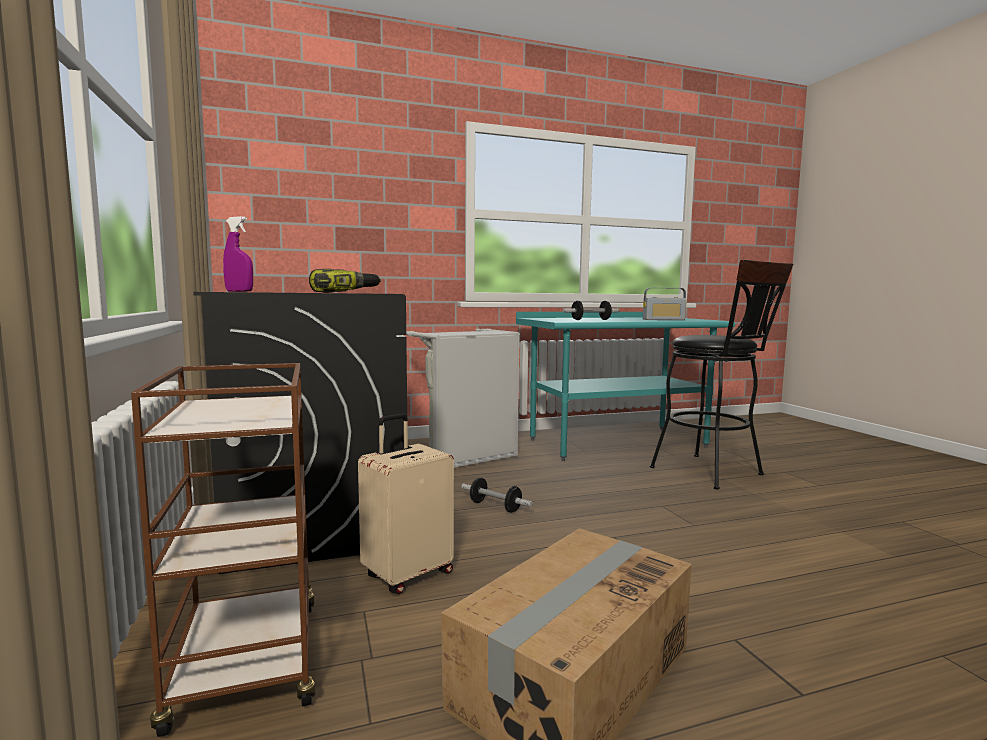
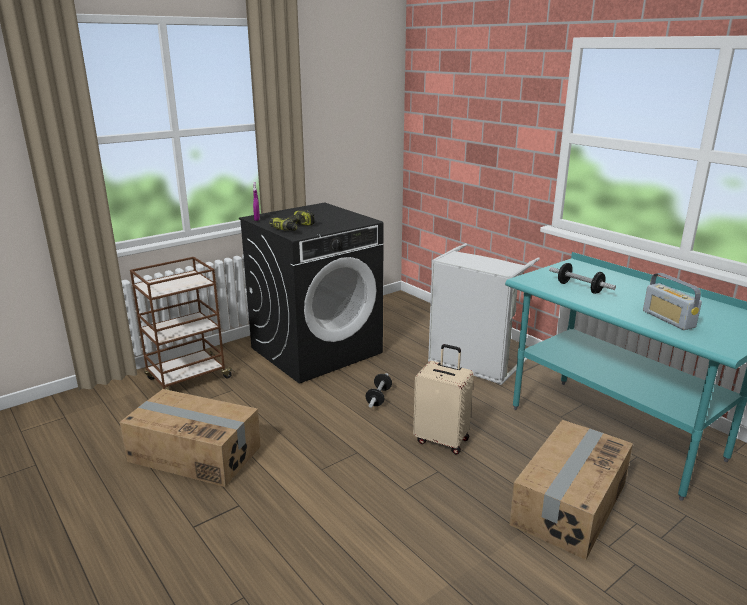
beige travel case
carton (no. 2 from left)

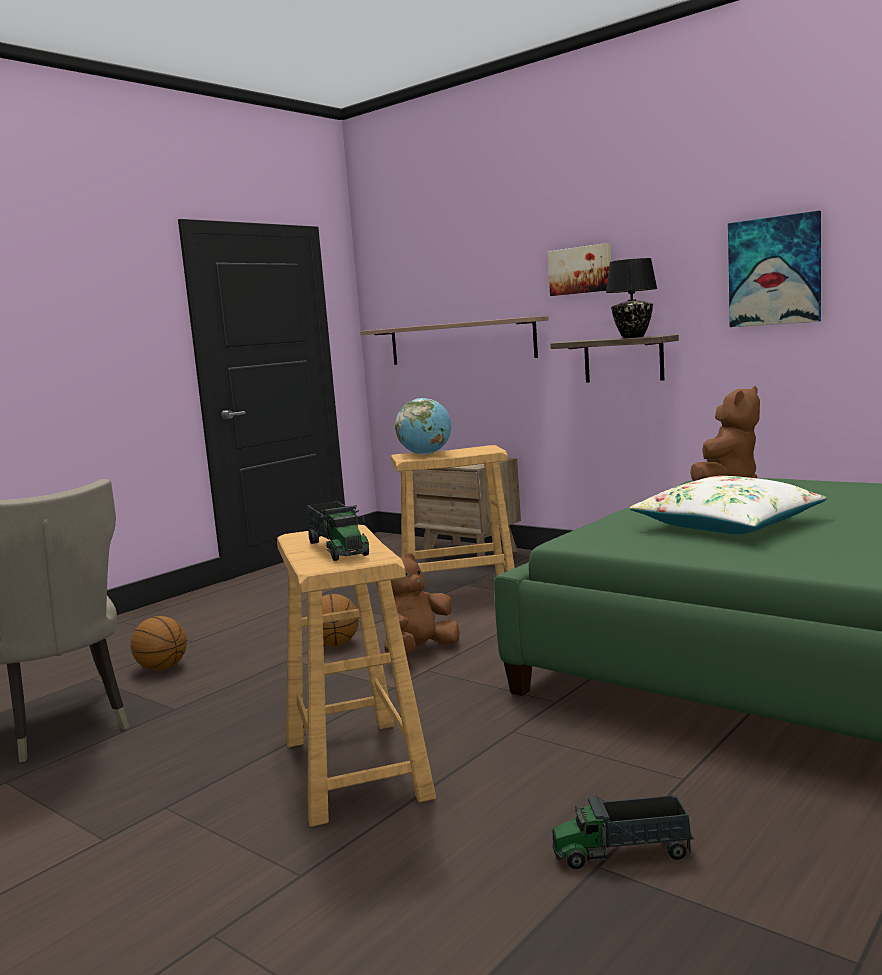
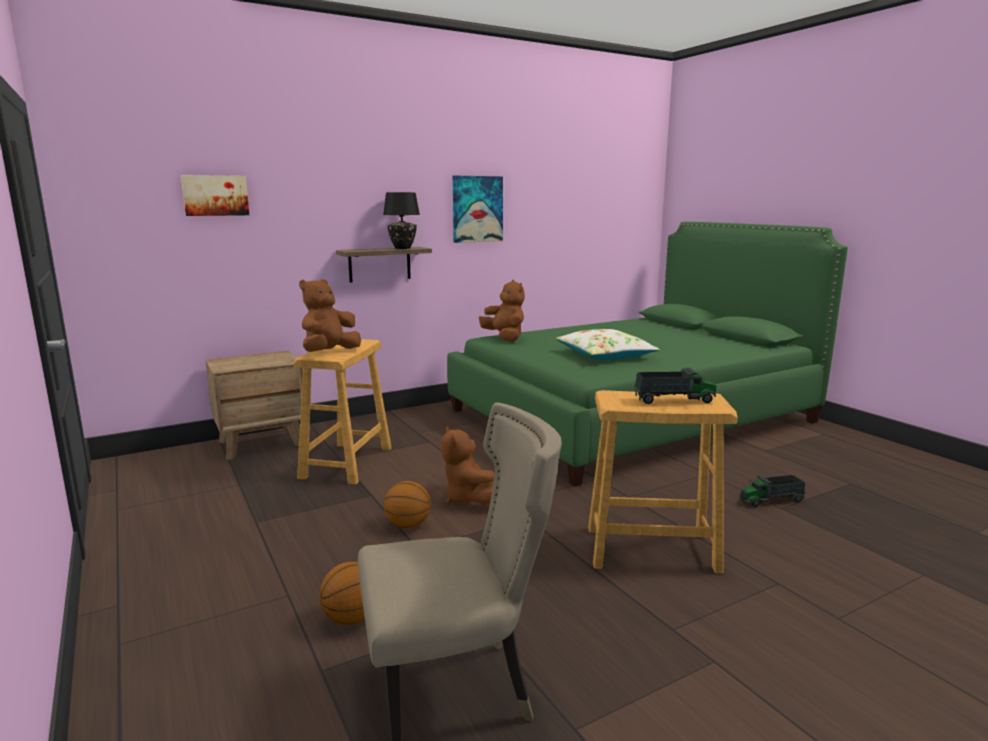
wall shelf (no. 1 from left in the first image)
wall picture (no. 1 from left)
brown cuddly toy (no. 1 from left)
toy truck (no. 2 from left)

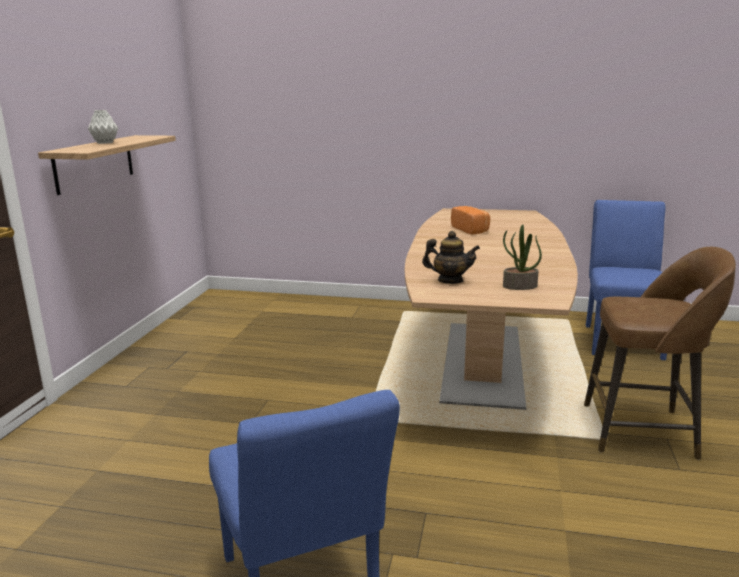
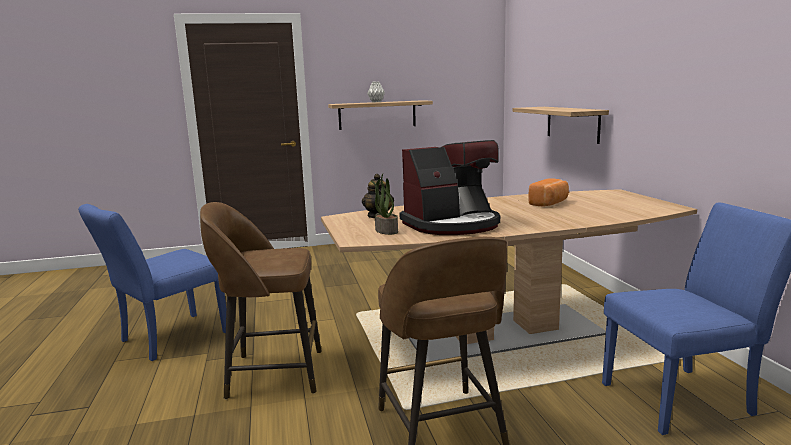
brown stool seat (no. 1 from left)
coffee maker
wall shelf (no. 2 from left)

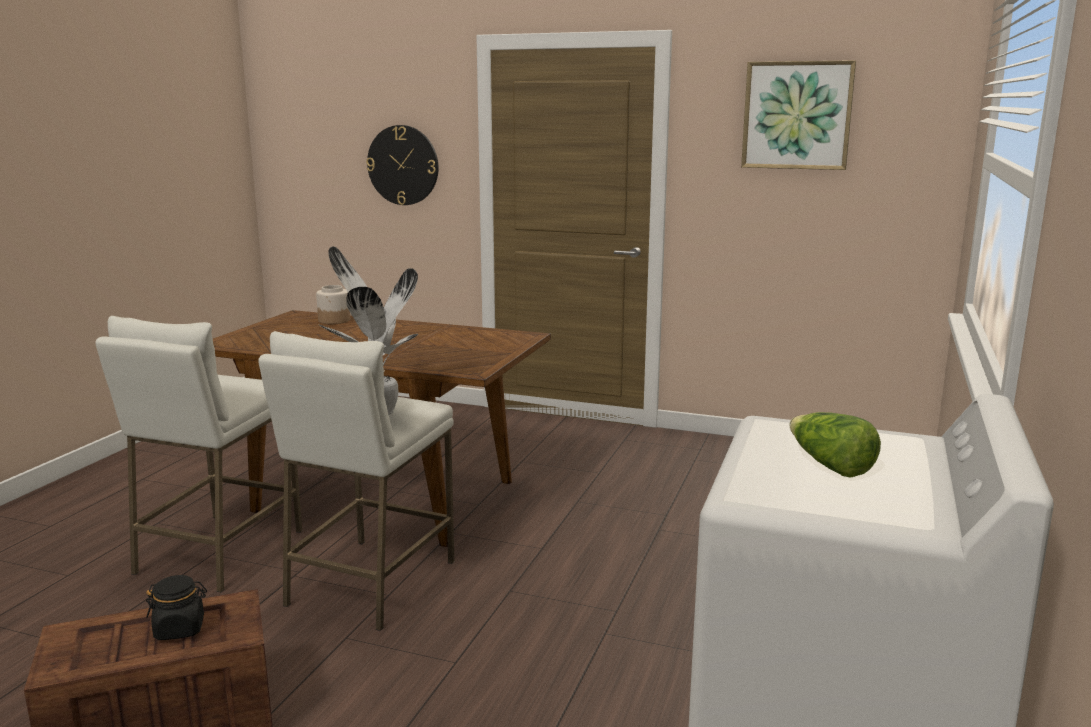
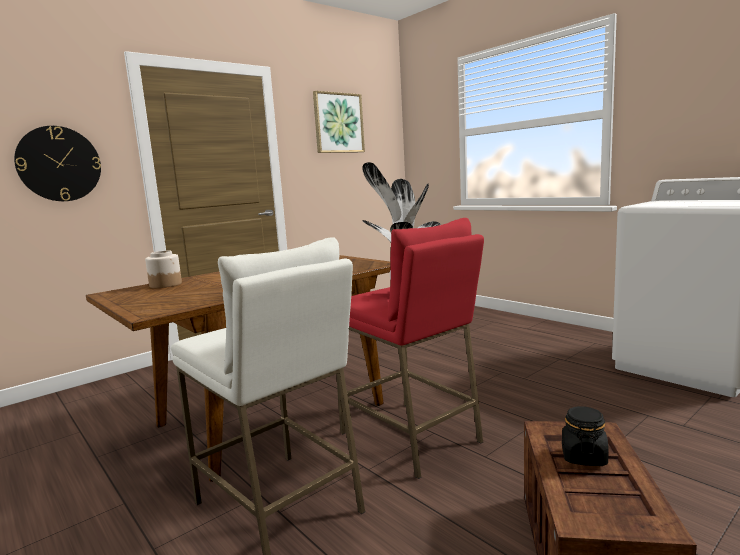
lettuce
reddish stool seat

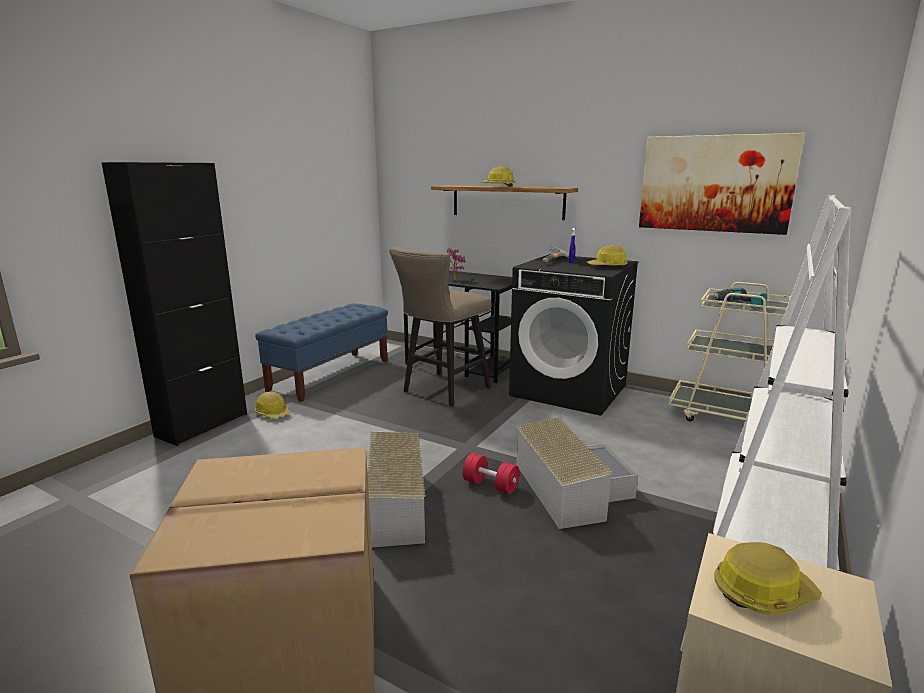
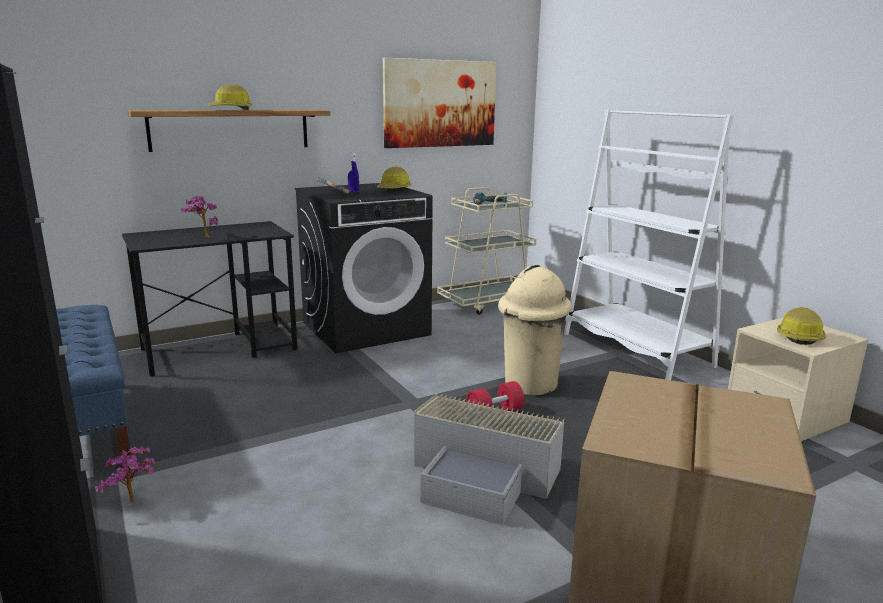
beige stool seat
houseplant (no. 1 from left)
beige rubbish bin

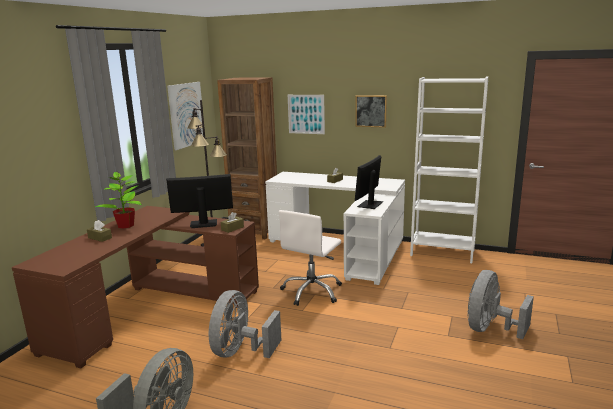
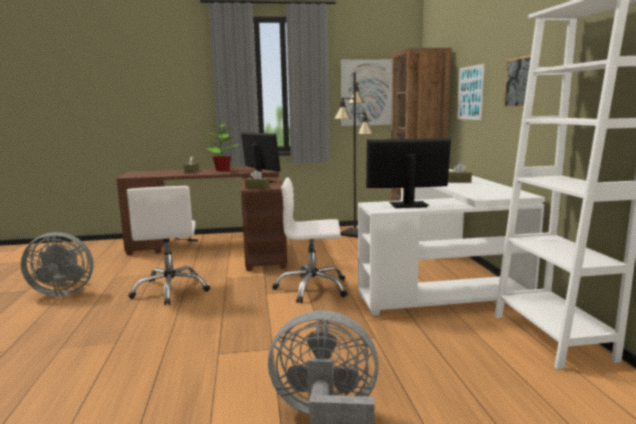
white-coloured desk chair (no. 1 from left)

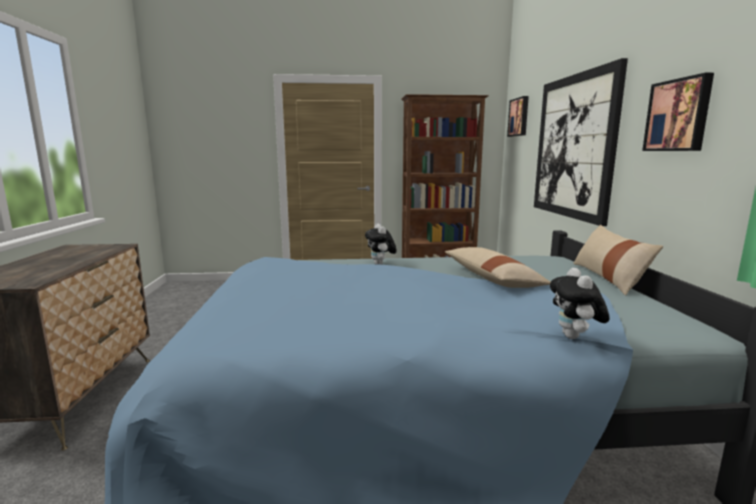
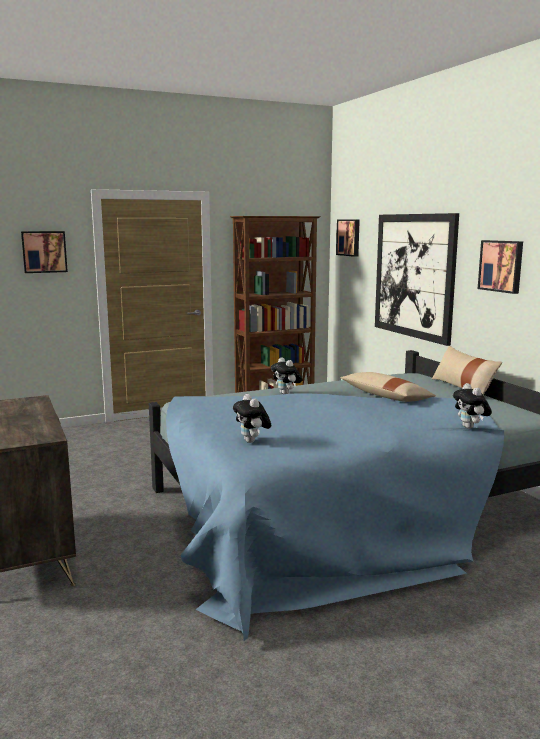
wall picture (no. 1 from left)
cuddly toy (no. 1 from left)

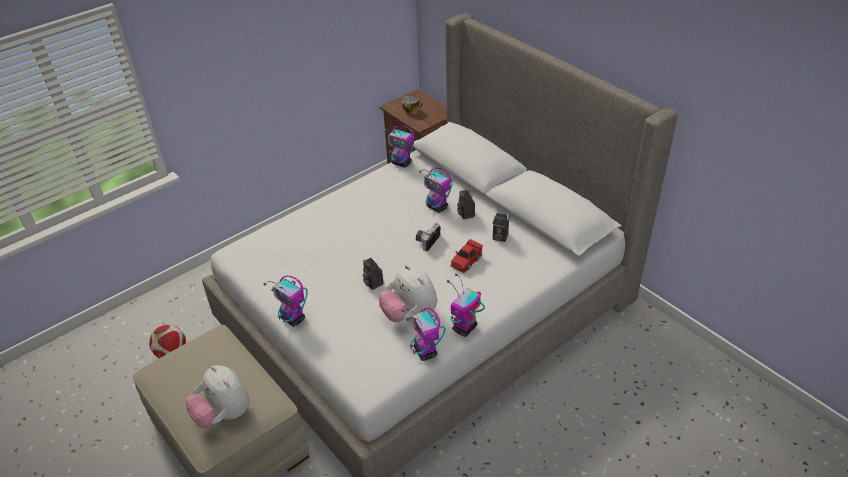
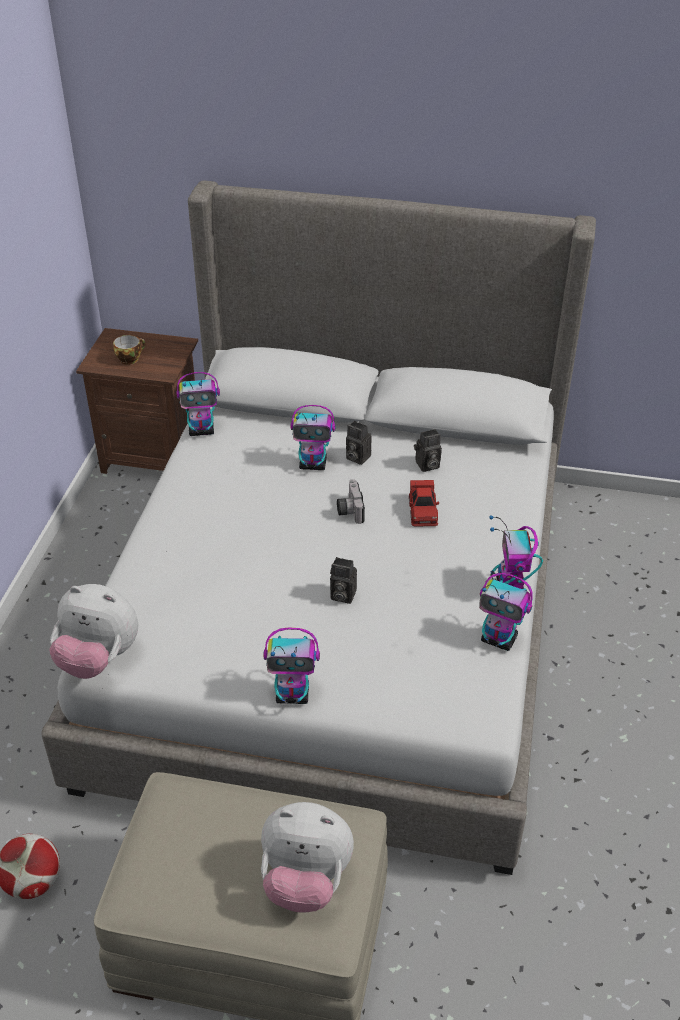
cuddly toy (no. 1 from left)

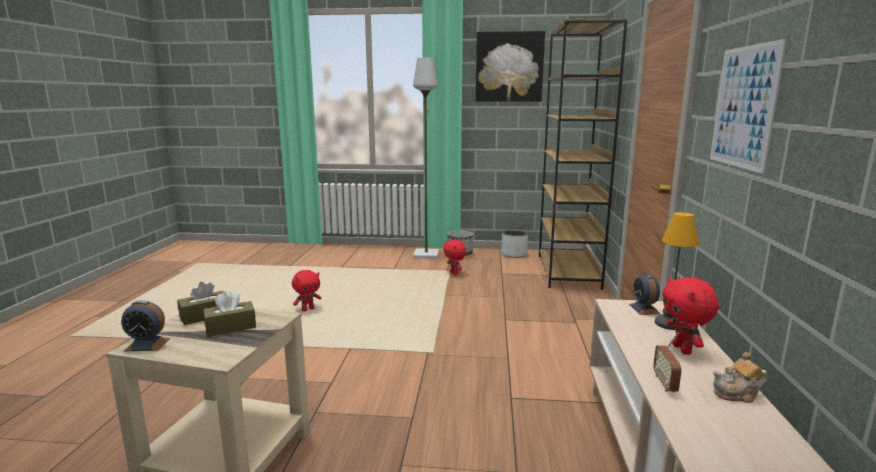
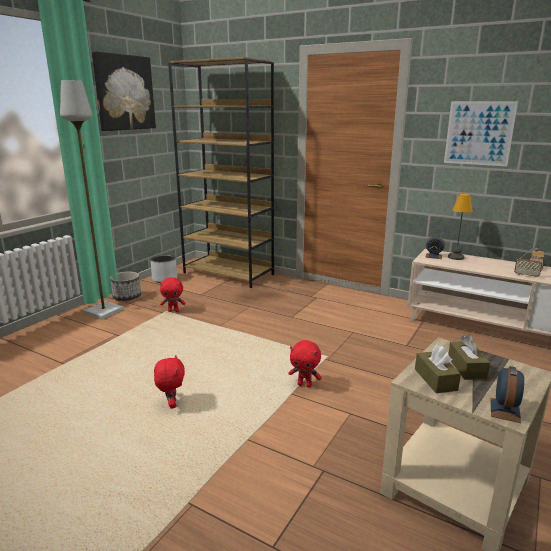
reddish cuddly toy (no. 3 from left)

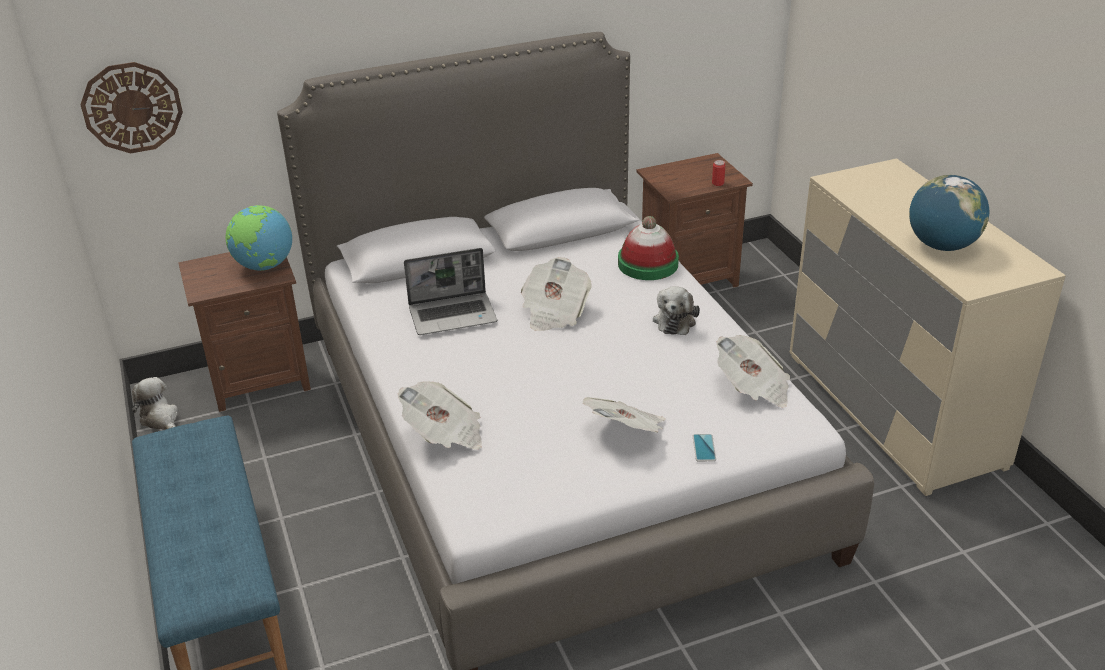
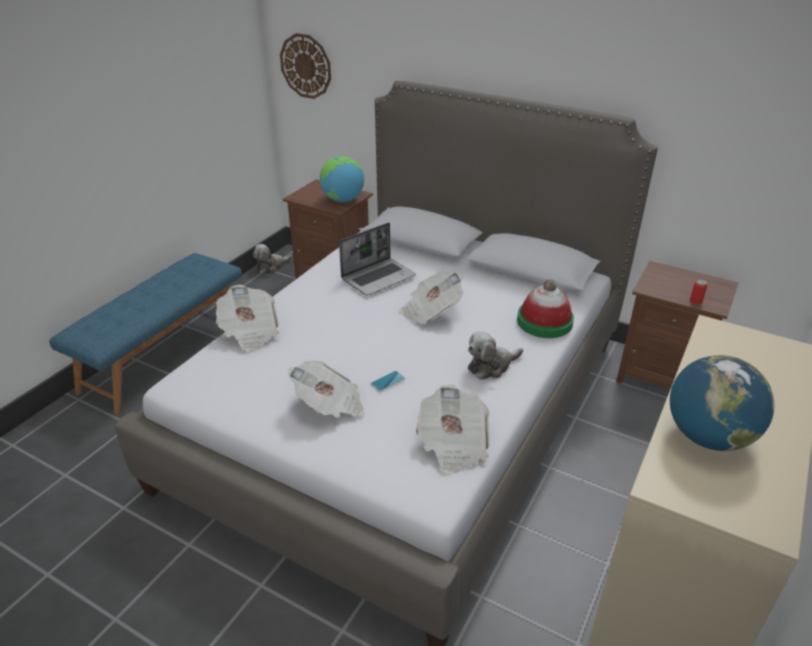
telephone
cuddly toy (no. 1 from left)
portable computer

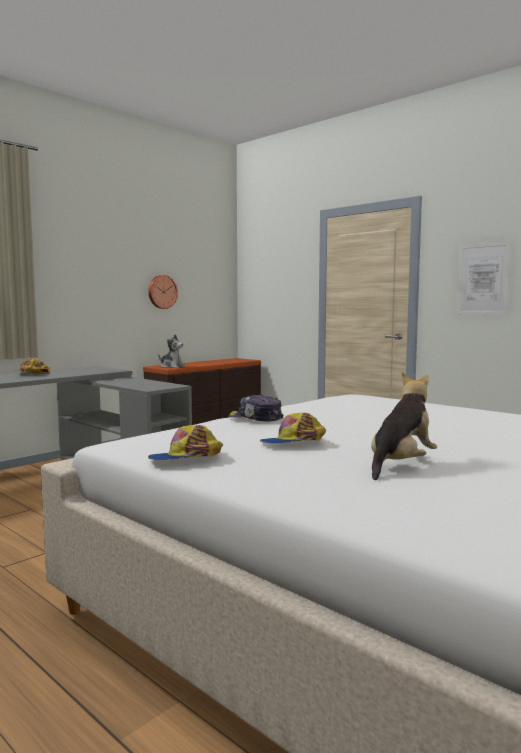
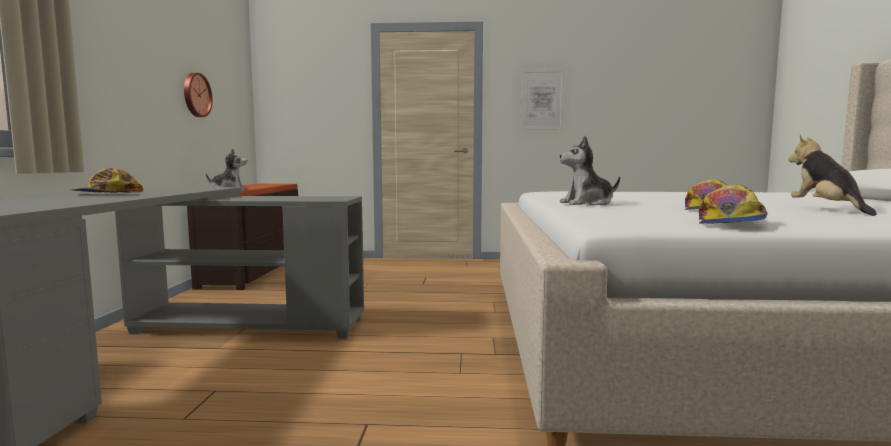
cuddly toy (no. 2 from left)

